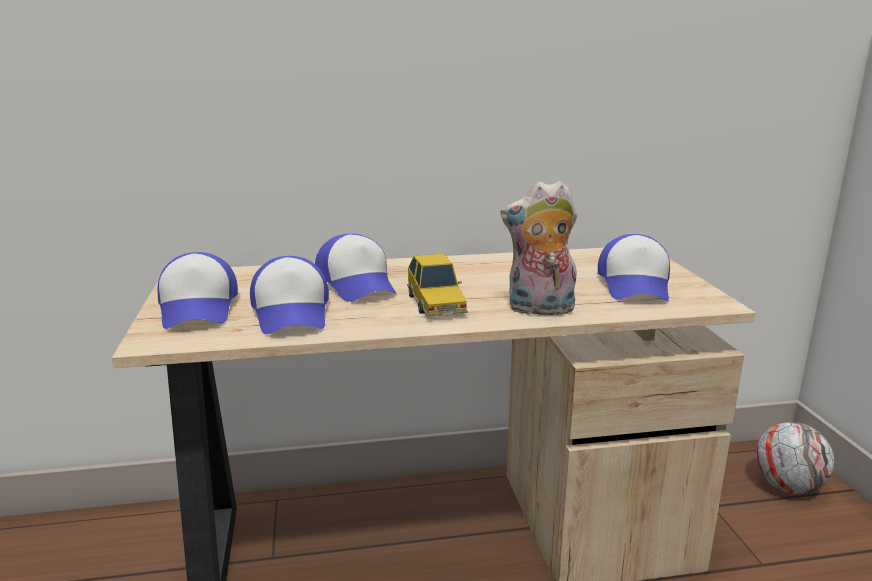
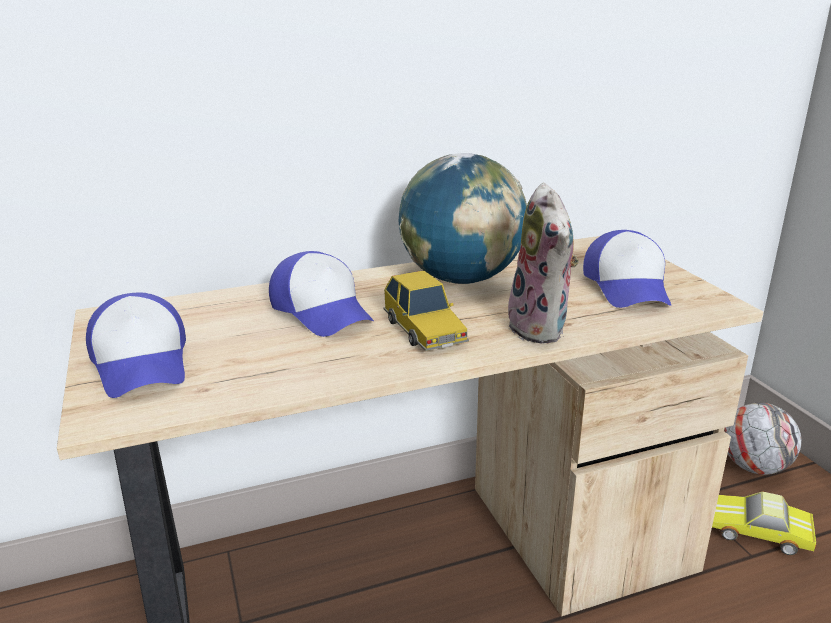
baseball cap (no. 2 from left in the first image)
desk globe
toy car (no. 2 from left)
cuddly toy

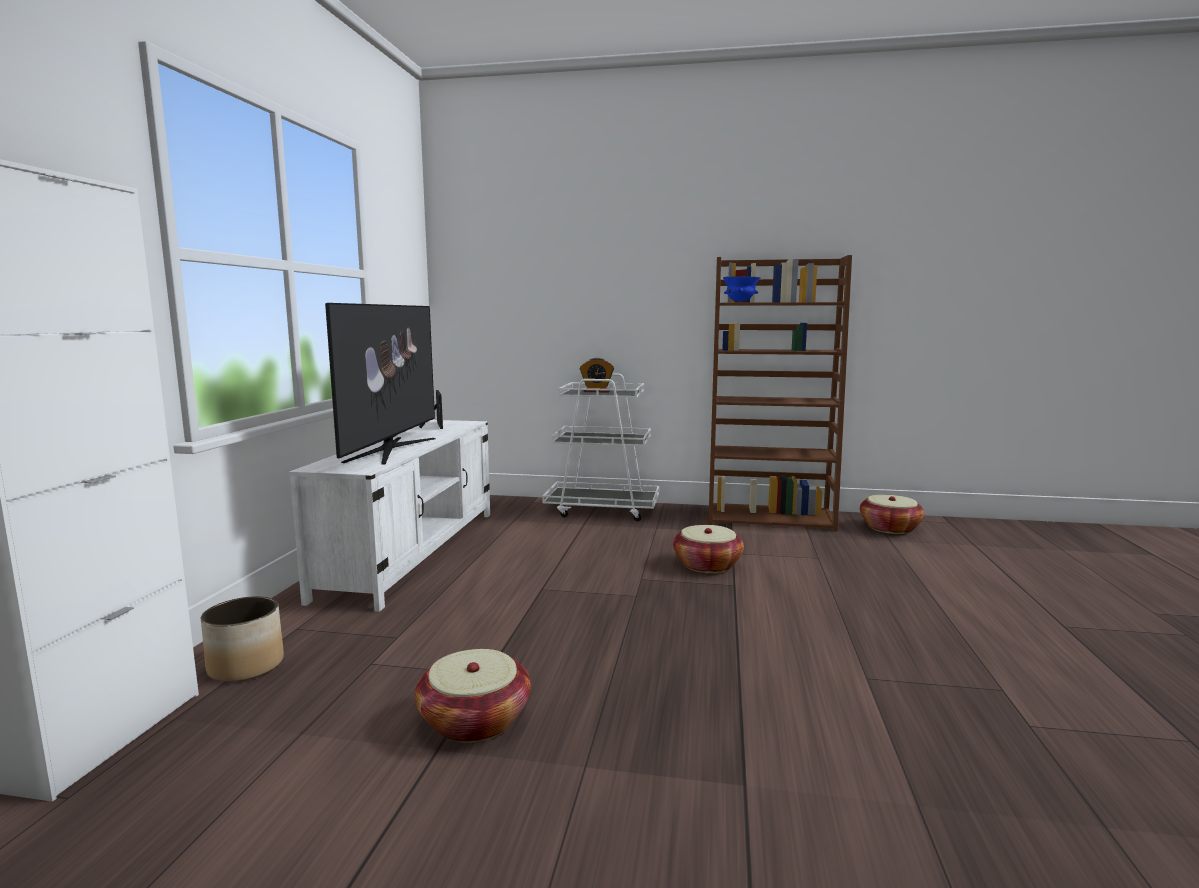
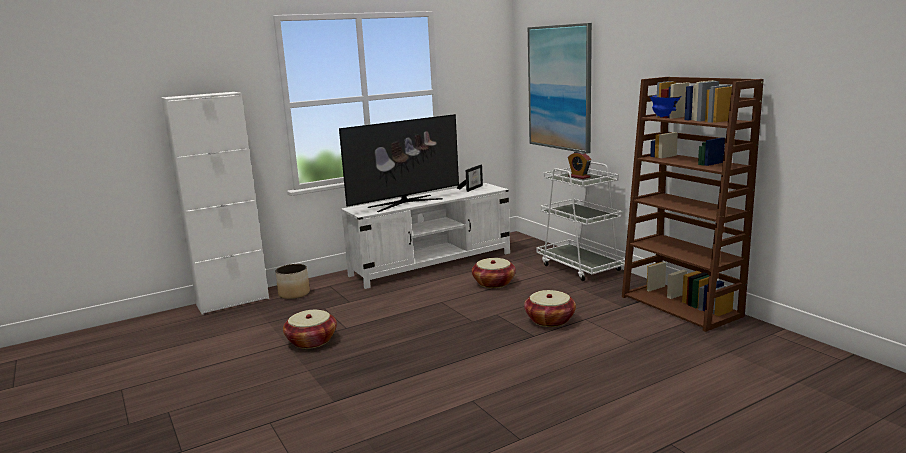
wall picture
storage basket (no. 2 from left)

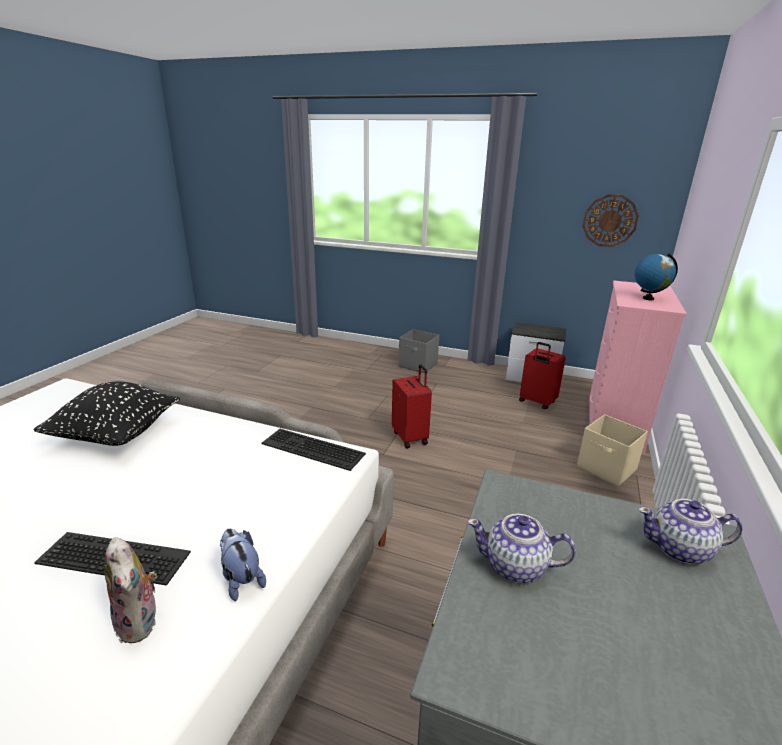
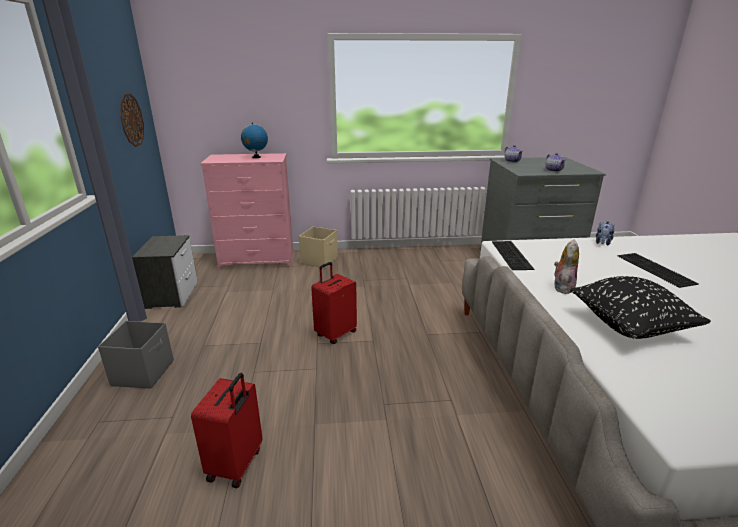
cuddly toy (no. 1 from left)
reddish travel case (no. 1 from left)

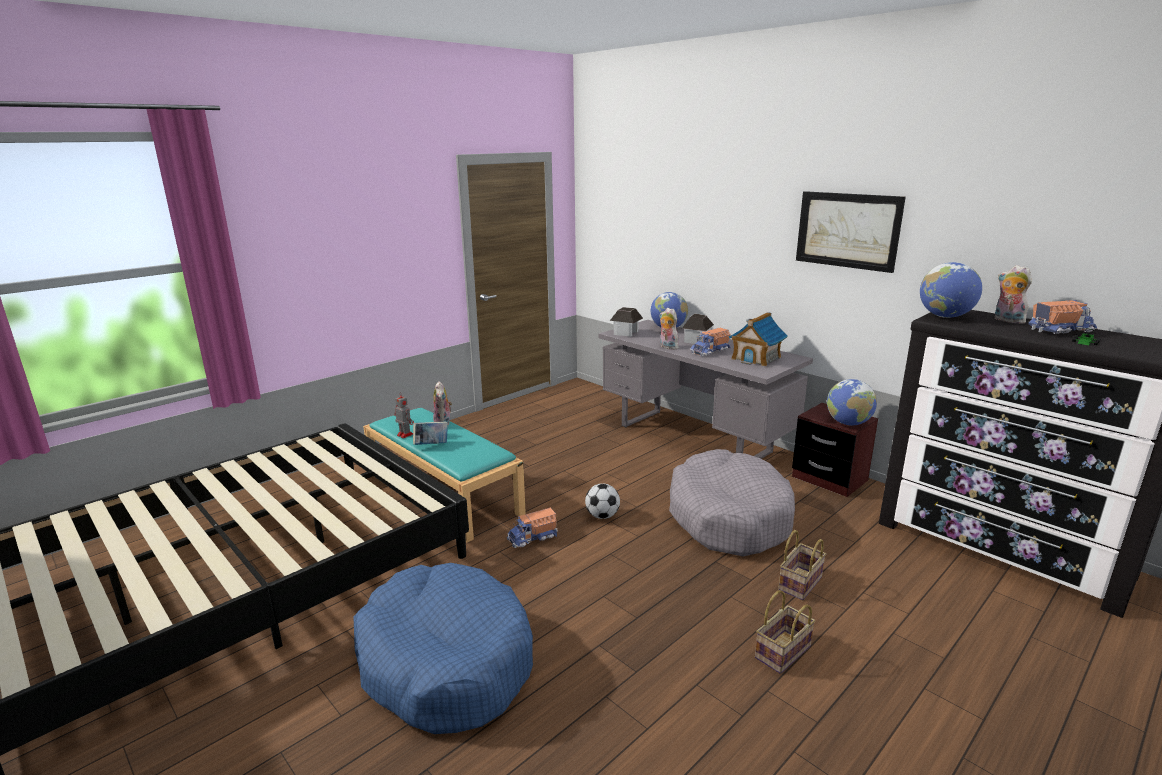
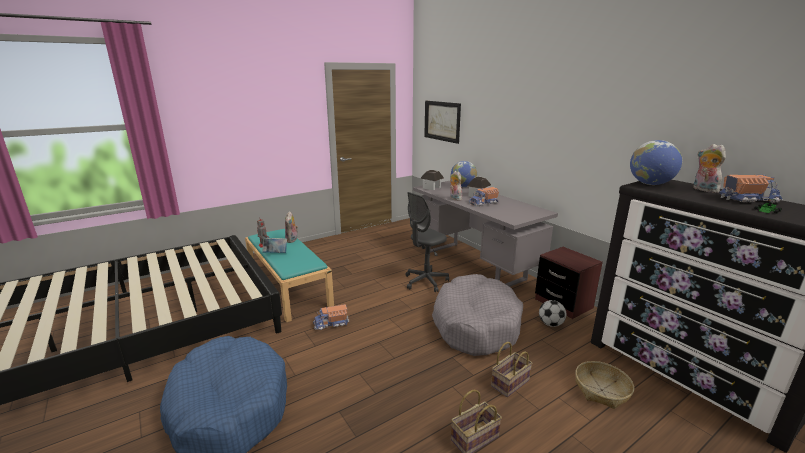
miniature house (no. 3 from left in the first image)
desk globe (no. 2 from left in the first image)
greyish desk chair
storage basket (no. 3 from left)
ball for football
wall picture

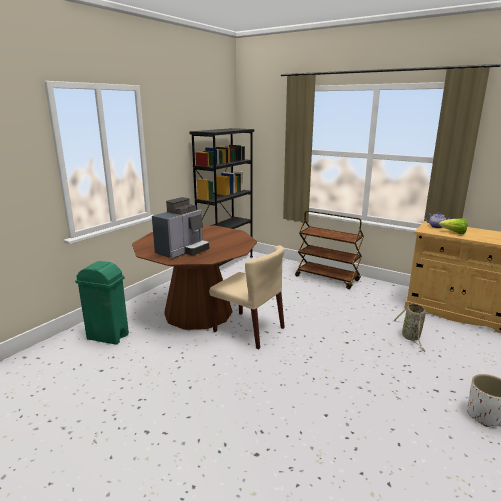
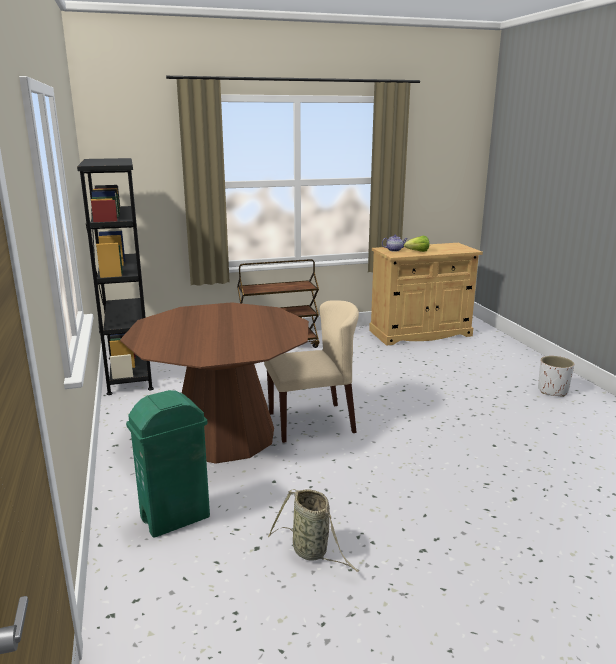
coffee maker
storage basket

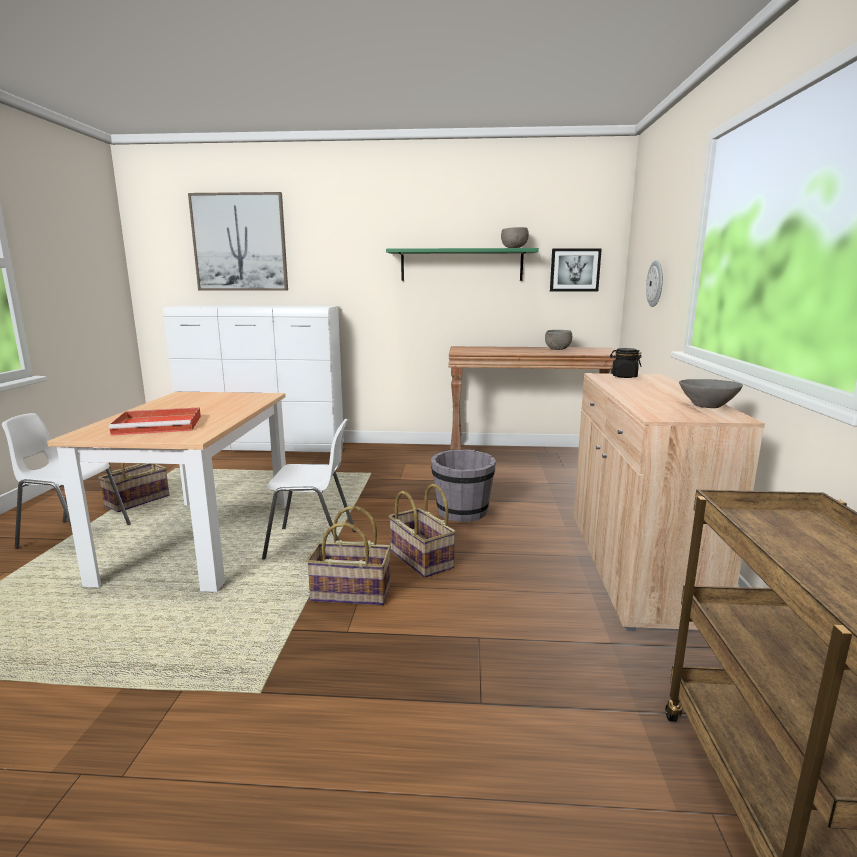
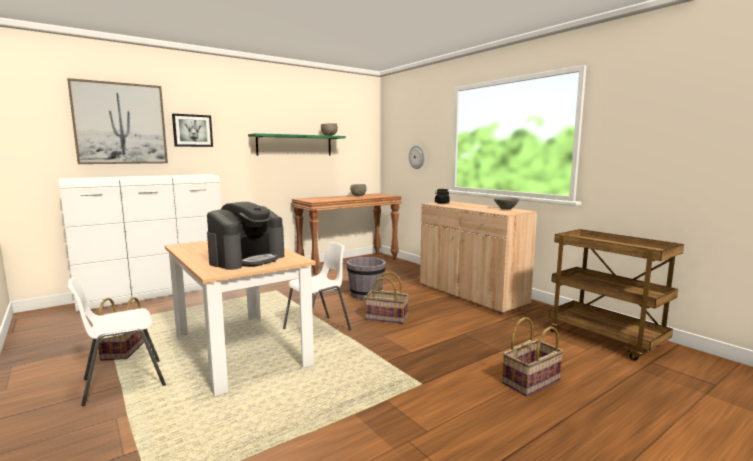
storage basket (no. 3 from left)
wall picture (no. 2 from left)
coffee maker

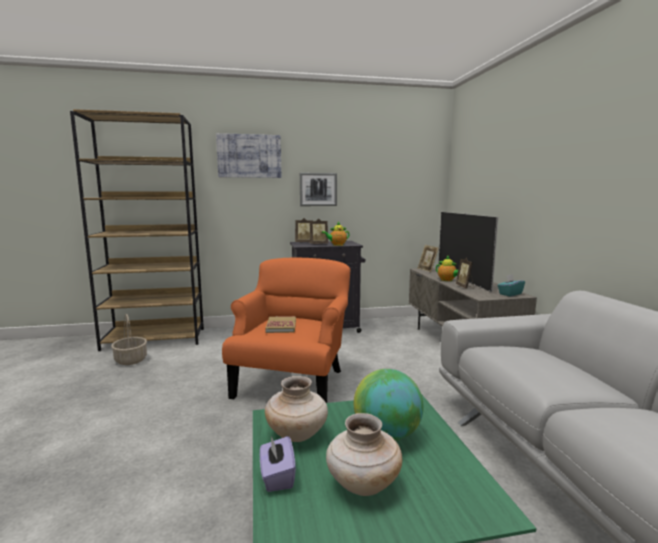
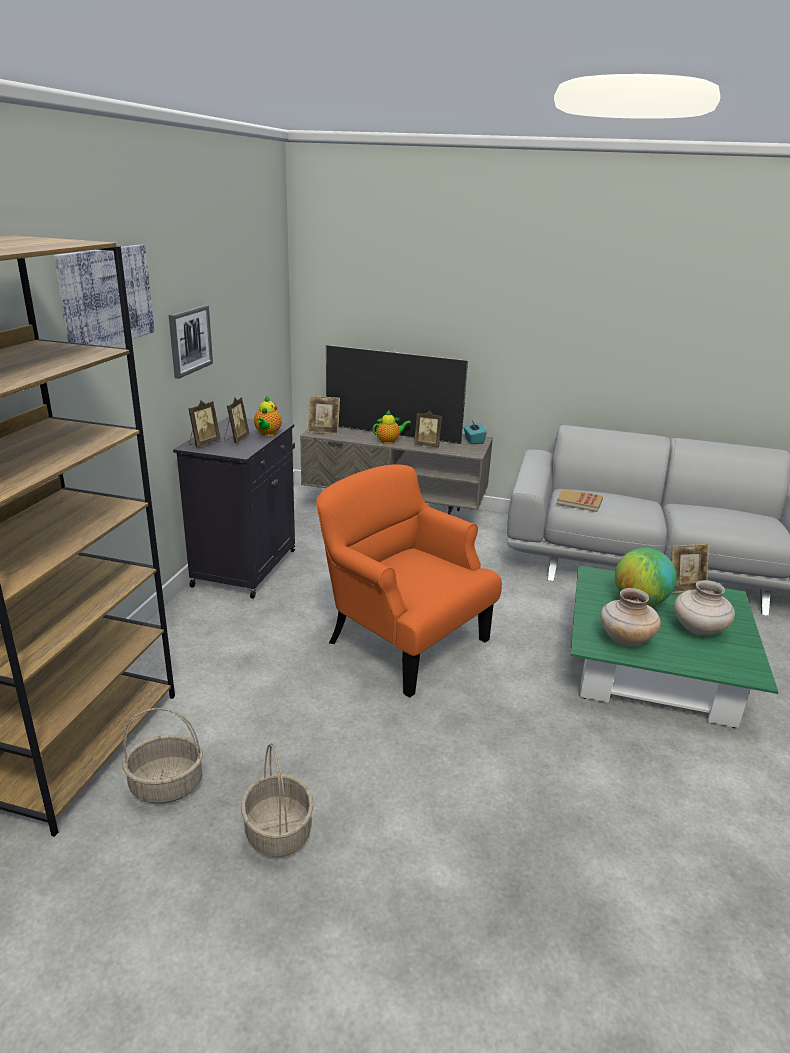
purple-coloured tissue holder
storage basket (no. 2 from left)
photo frame (no. 5 from left)
bound book

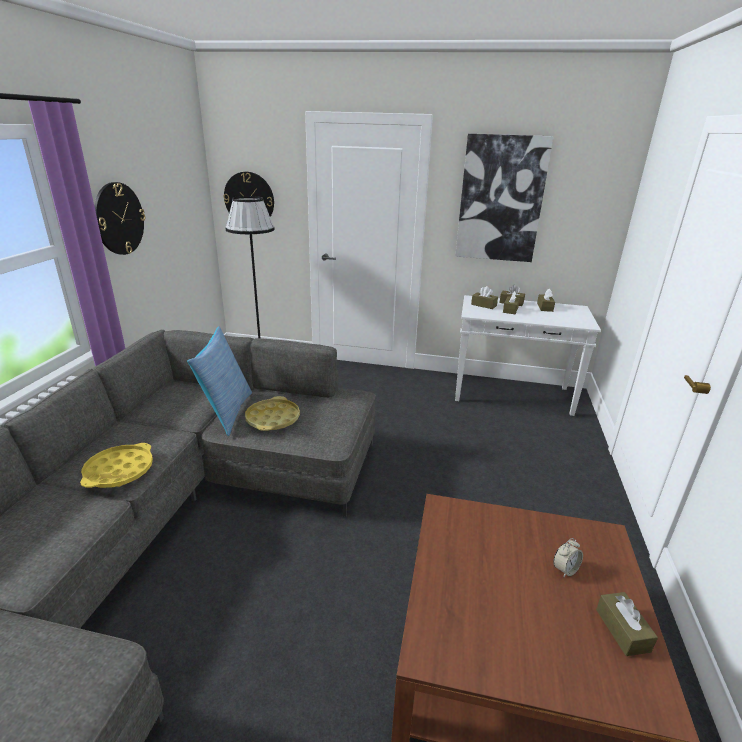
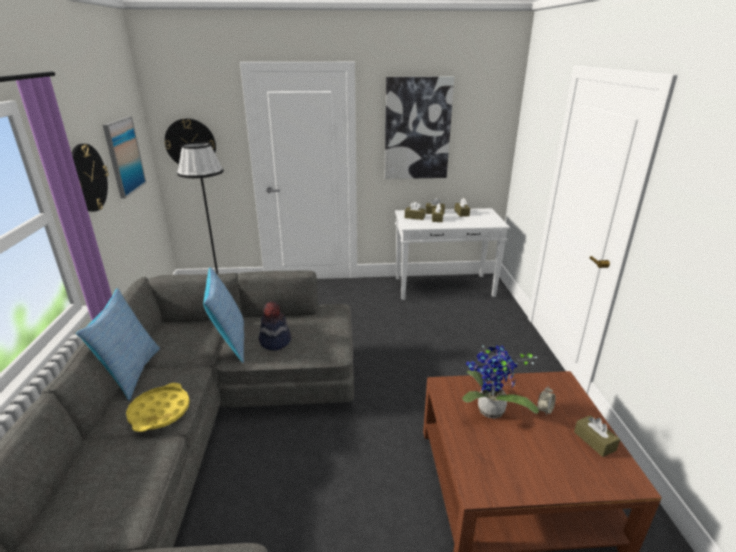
throw pillow (no. 1 from left)
wall picture (no. 1 from left)
houseplant
hat

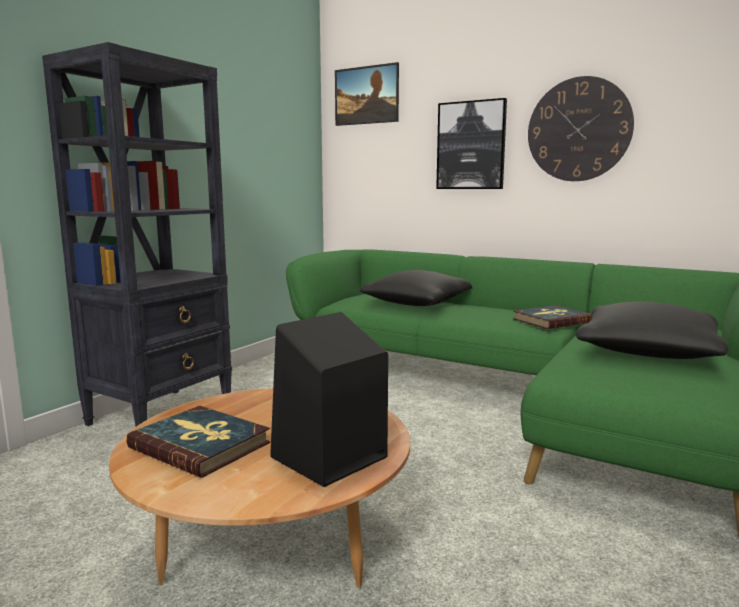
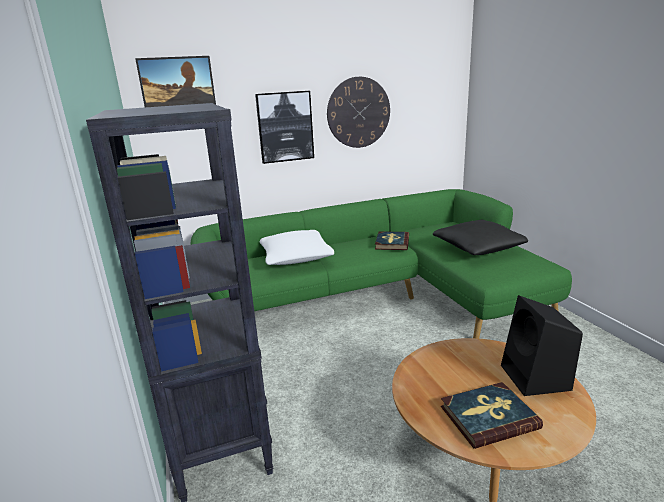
white-coloured throw pillow

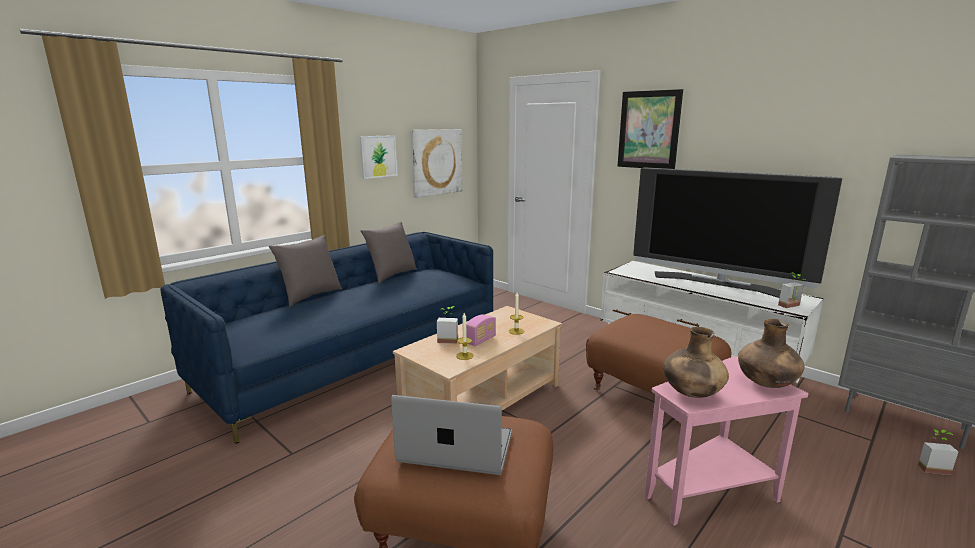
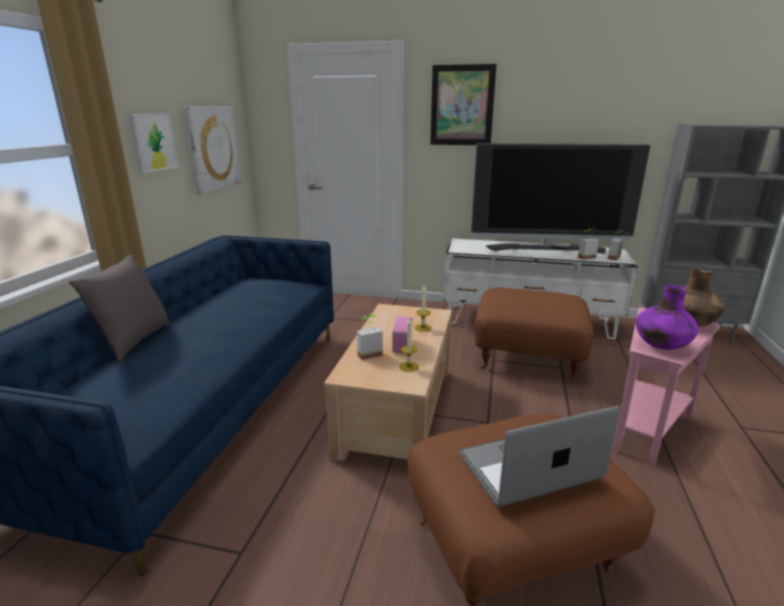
greyish throw pillow (no. 2 from left in the first image)
houseplant (no. 2 from left)
purple-coloured vase

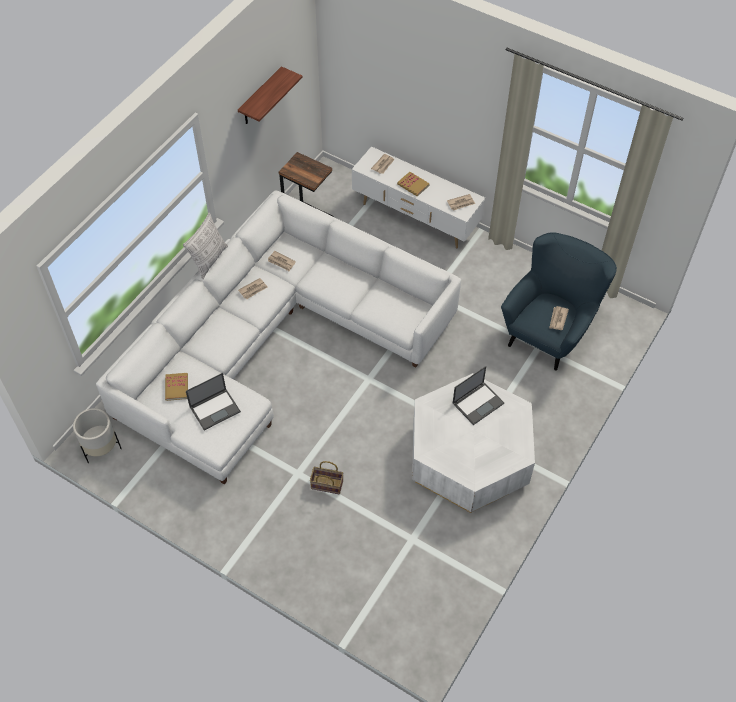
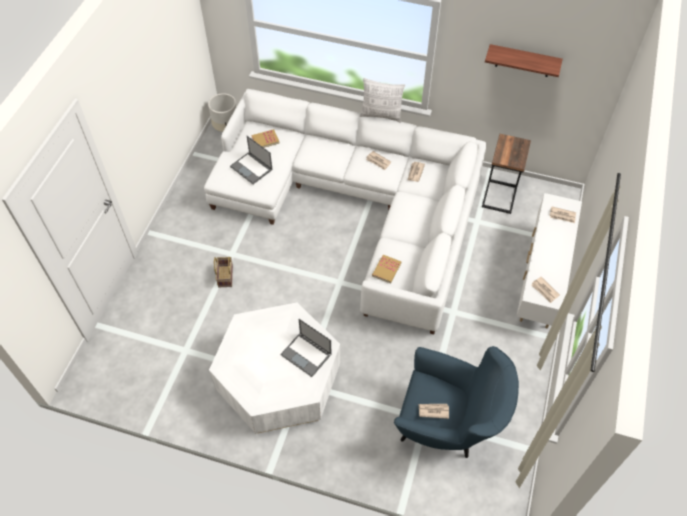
bound book (no. 2 from left)

